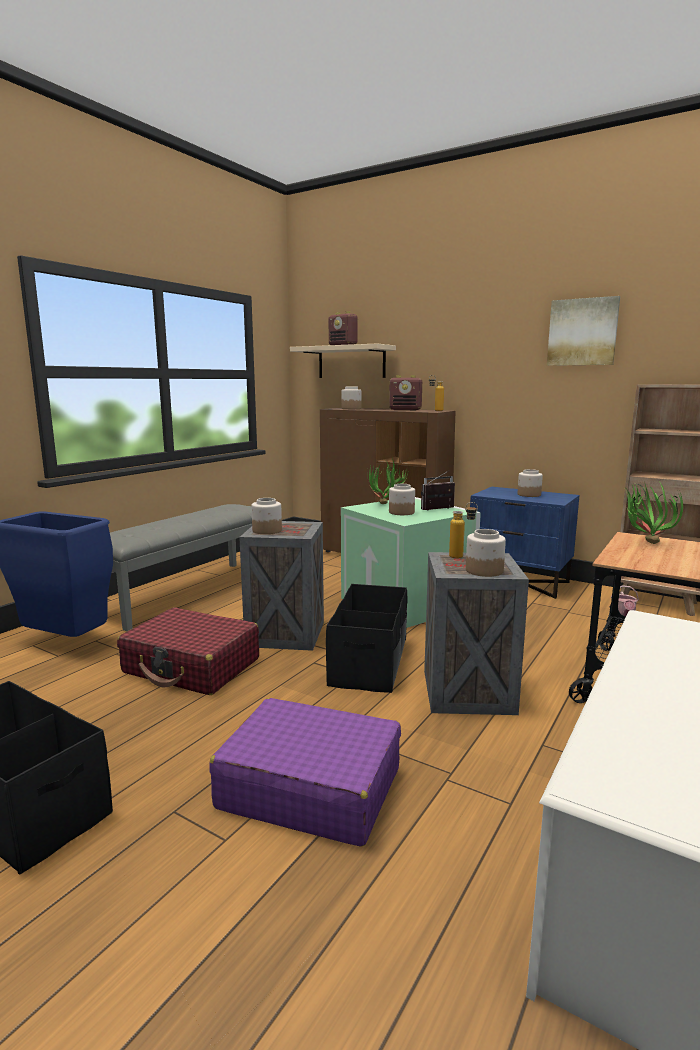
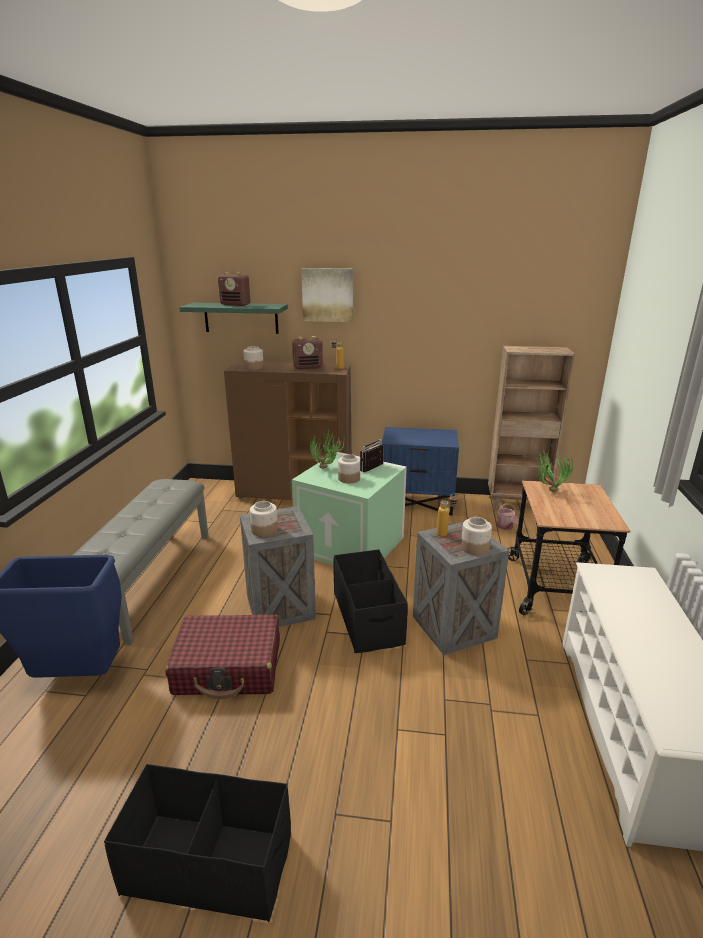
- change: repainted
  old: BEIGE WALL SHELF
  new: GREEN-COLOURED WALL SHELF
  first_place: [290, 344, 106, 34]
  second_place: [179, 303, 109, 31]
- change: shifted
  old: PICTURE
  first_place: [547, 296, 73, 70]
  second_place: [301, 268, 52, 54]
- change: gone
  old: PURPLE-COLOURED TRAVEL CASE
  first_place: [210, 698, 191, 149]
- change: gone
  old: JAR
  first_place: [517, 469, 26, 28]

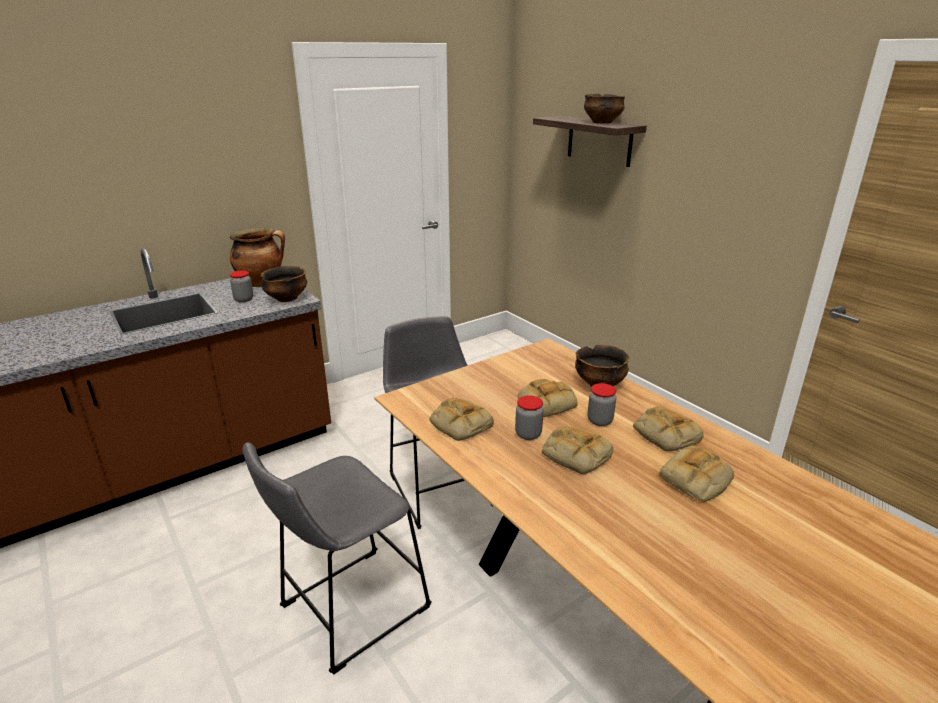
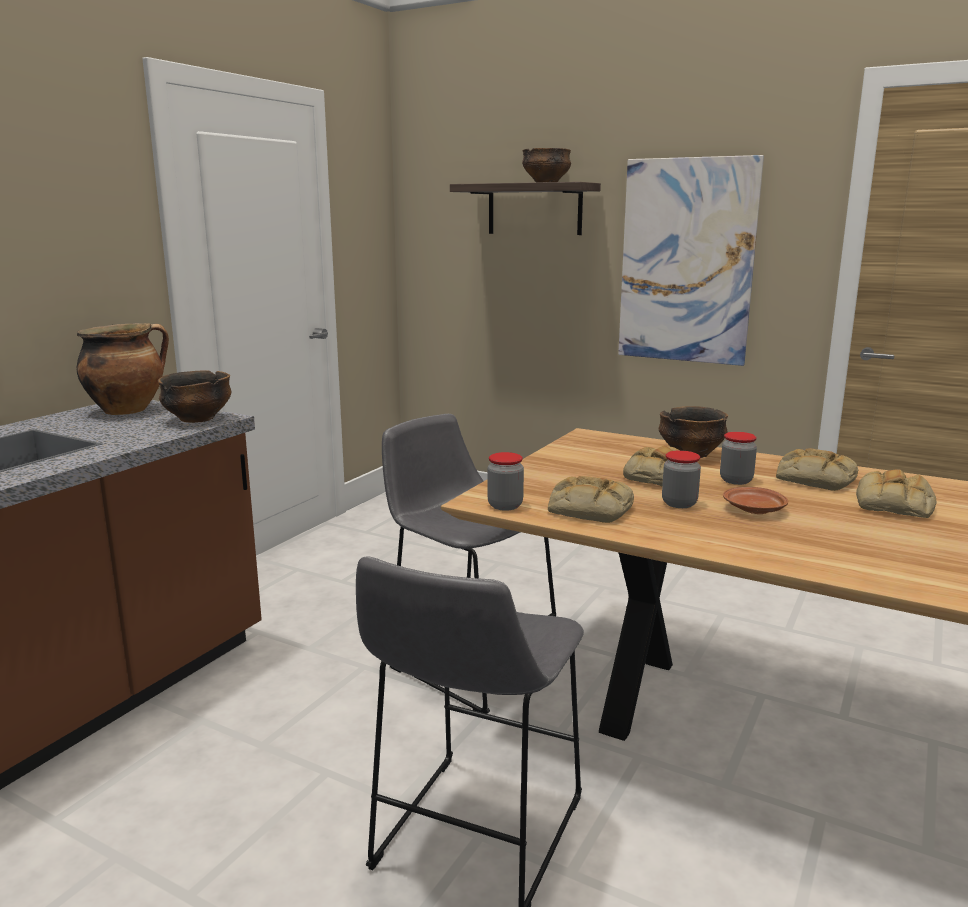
- change: shifted
  old: JAR
  first_place: [230, 270, 23, 32]
  second_place: [487, 452, 37, 59]
- change: new
  new: PICTURE
  second_place: [618, 155, 146, 211]
- change: swapped
  old: BAKED BREAD
  new: BROWN FLAT DISH
  first_place: [542, 426, 71, 48]
  second_place: [723, 487, 65, 27]

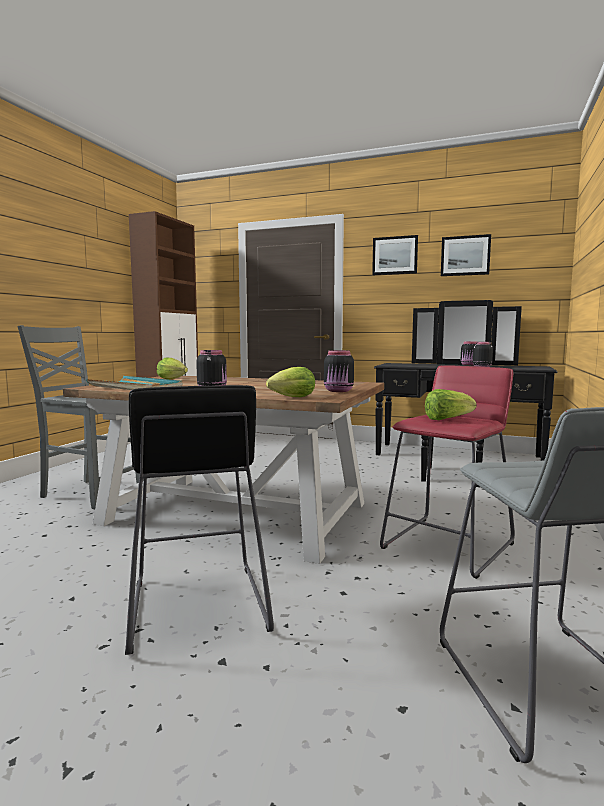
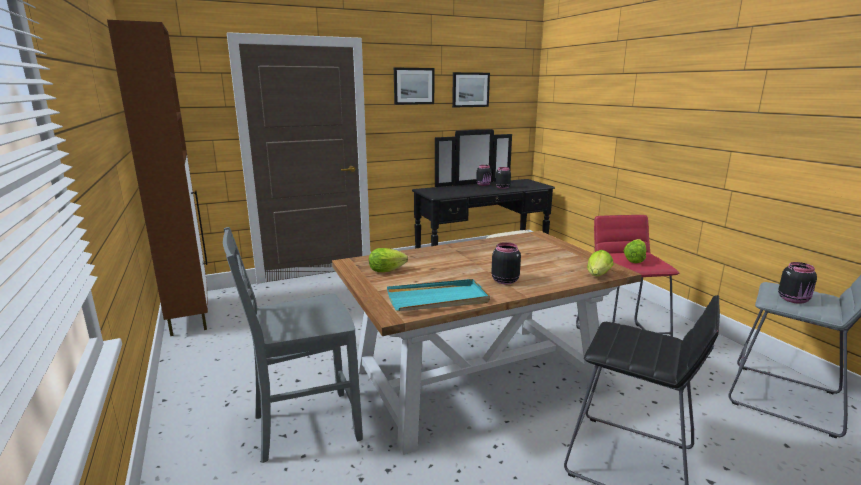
- change: shifted
  old: BLACKISH JAR
  first_place: [324, 350, 30, 42]
  second_place: [778, 262, 39, 42]

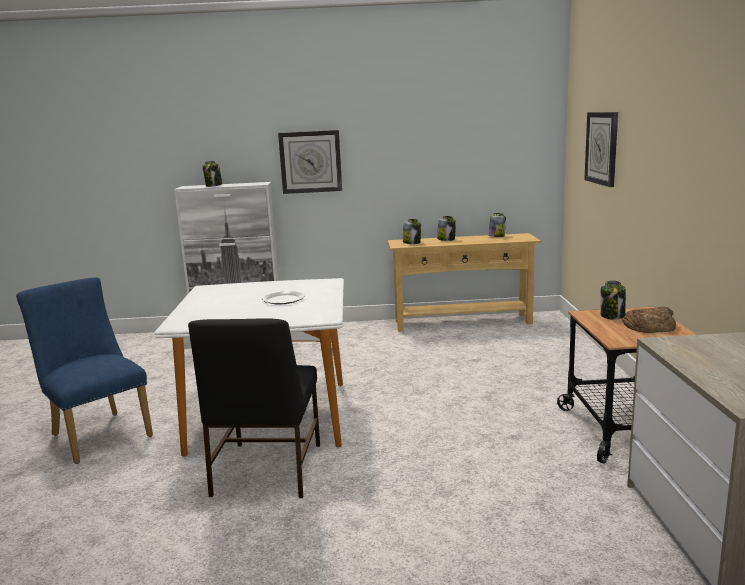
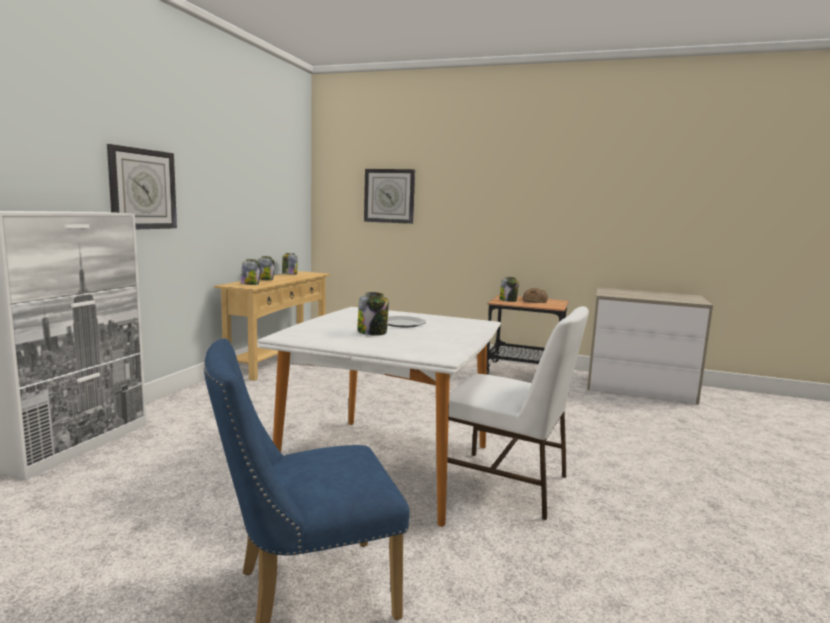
- change: shifted
  old: JAR
  first_place: [203, 161, 19, 26]
  second_place: [357, 292, 32, 44]
- change: repainted
  old: BLACKISH UPRIGHT CHAIR
  new: WHITE-COLOURED UPRIGHT CHAIR
  first_place: [188, 318, 132, 180]
  second_place: [447, 306, 142, 214]

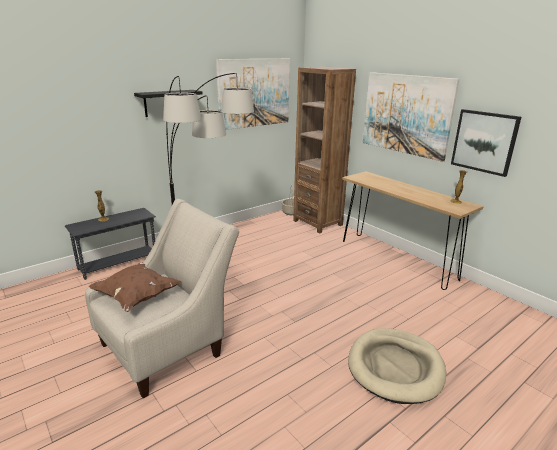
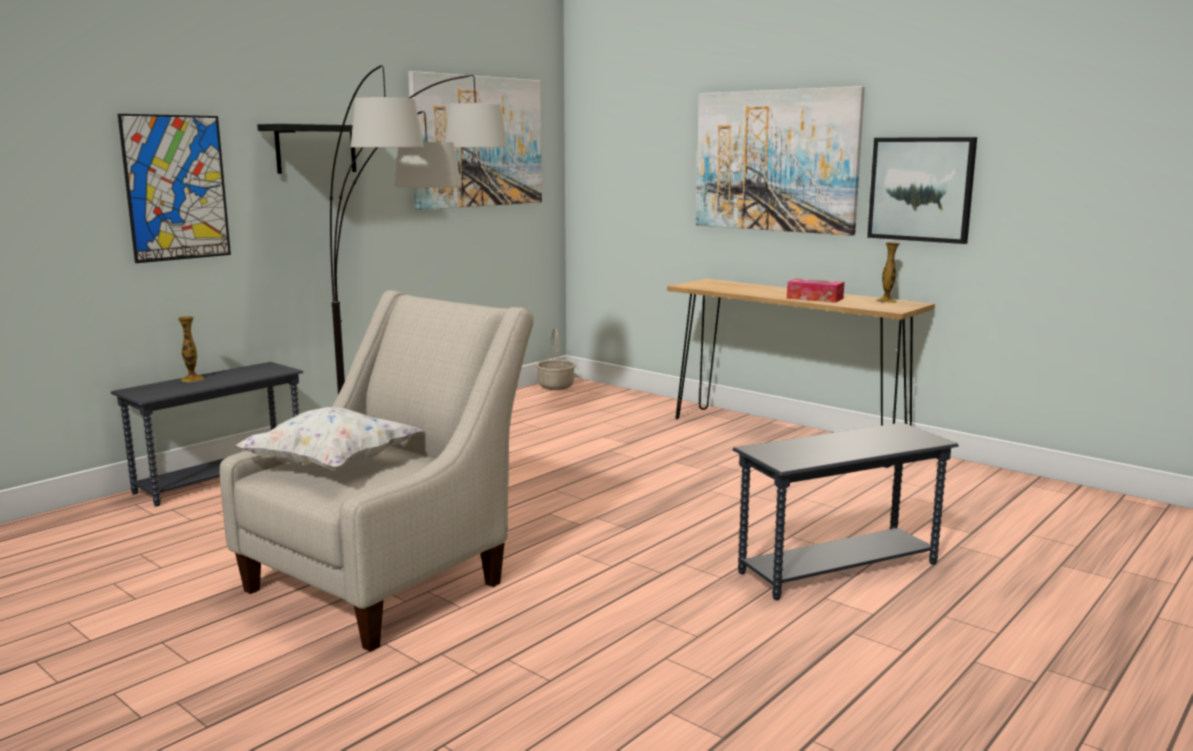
- change: new
  new: PICTURE
  second_place: [118, 114, 113, 149]
- change: repainted
  old: BROWN THROW PILLOW
  new: WHITE-COLOURED THROW PILLOW
  first_place: [89, 262, 92, 50]
  second_place: [236, 407, 186, 64]
- change: swapped
  old: BEIGE DOG CUSHION
  new: GRAY END TABLE
  first_place: [348, 328, 98, 76]
  second_place: [733, 423, 226, 177]
- change: new
  new: BOX OF TISSUES
  second_place: [787, 278, 57, 25]
- change: gone
  old: BROWN BOOKSHELF
  first_place: [293, 67, 63, 167]

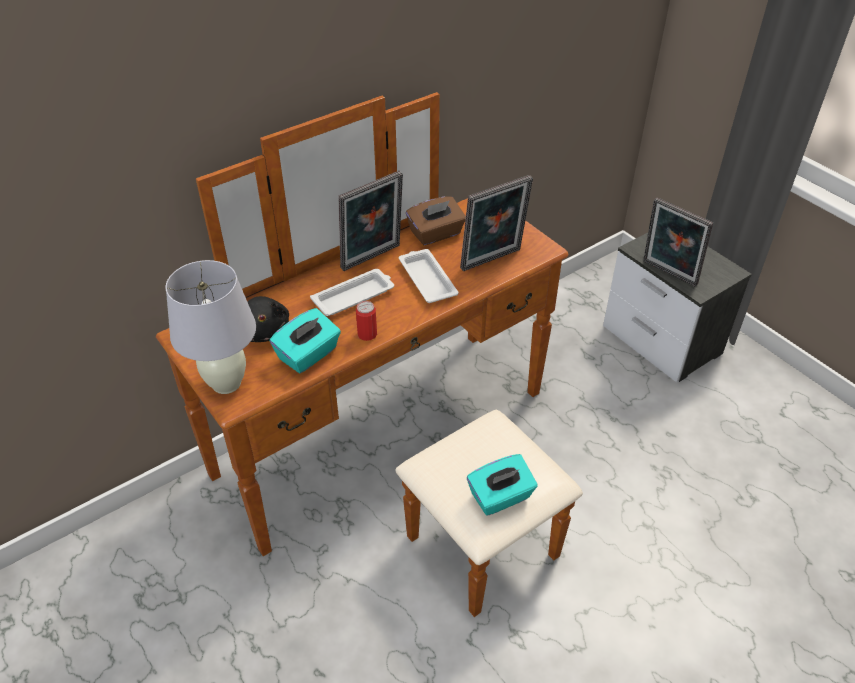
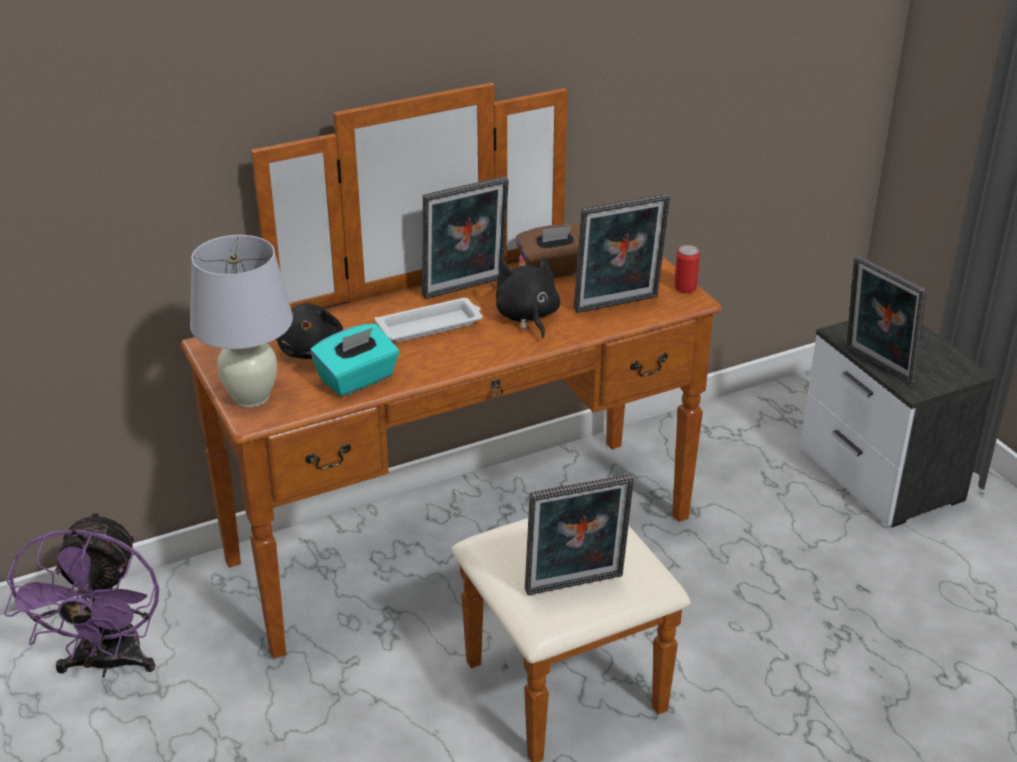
- change: new
  new: PURPLE-COLOURED ELECTRIC FAN
  second_place: [4, 511, 155, 167]
- change: swapped
  old: WHITE-COLOURED CARRYING TRAY
  new: BLACKISH PLUSH TOY
  first_place: [399, 249, 60, 54]
  second_place: [496, 255, 64, 84]
- change: swapped
  old: TURQUOISE-COLOURED BOX OF TISSUES
  new: PICTURE FRAME
  first_place: [467, 454, 71, 62]
  second_place: [525, 474, 109, 121]
- change: shifted
  old: SEALED CAN
  first_place: [356, 301, 21, 40]
  second_place: [674, 245, 26, 48]

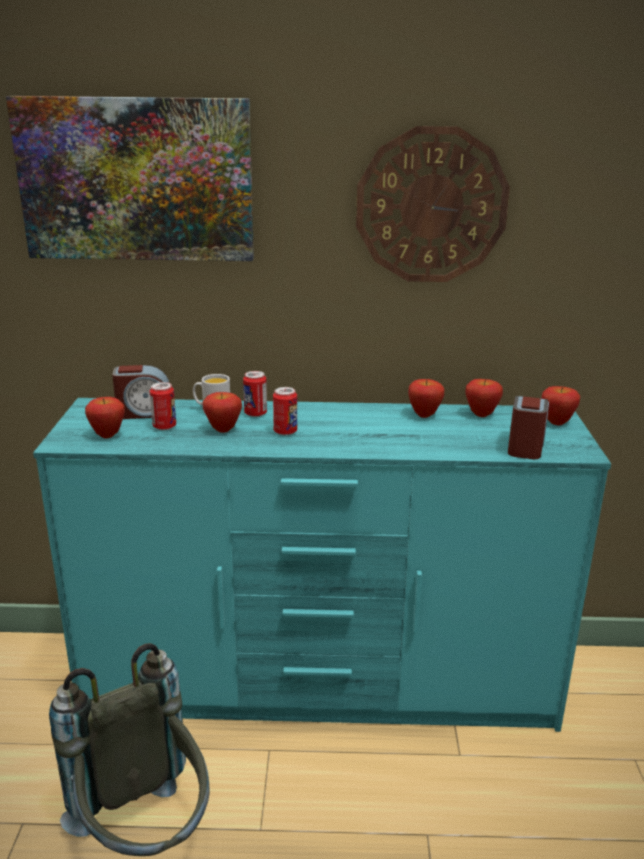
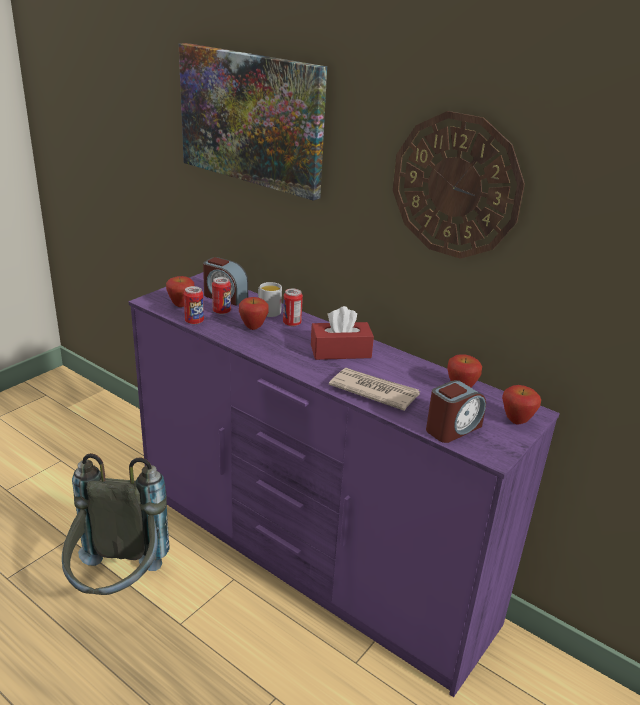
- change: repainted
  old: TURQUOISE-COLOURED DRESSER
  new: PURPLE-COLOURED DRESSER
  first_place: [33, 398, 578, 334]
  second_place: [128, 272, 432, 425]
- change: shifted
  old: SEALED CAN
  first_place: [273, 387, 24, 48]
  second_place: [184, 286, 20, 39]
- change: new
  new: REDDISH BOX OF TISSUES
  second_place: [311, 306, 63, 54]
- change: new
  new: PRINTED PAPER
  second_place: [329, 367, 91, 44]
- change: gone
  old: APPLE FRUIT
  first_place: [408, 379, 36, 39]

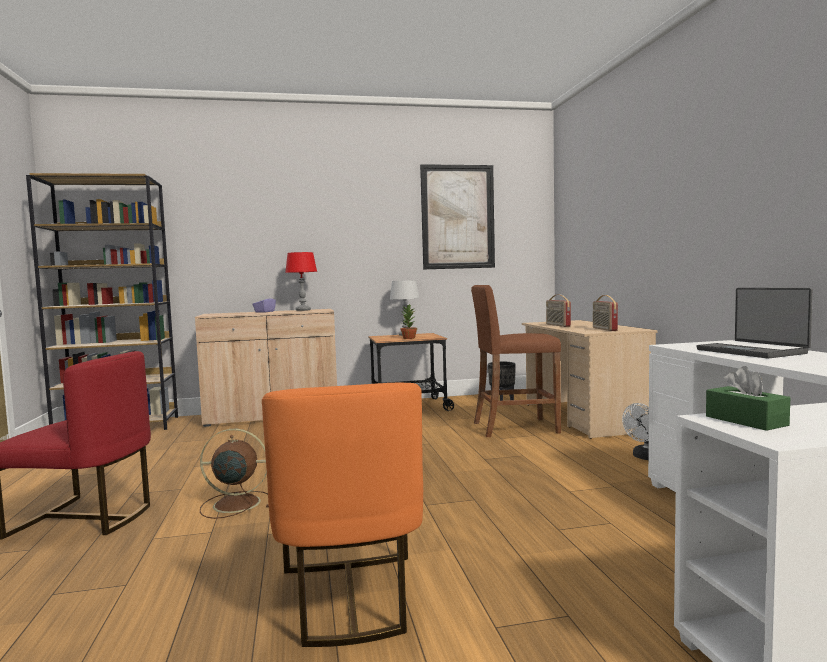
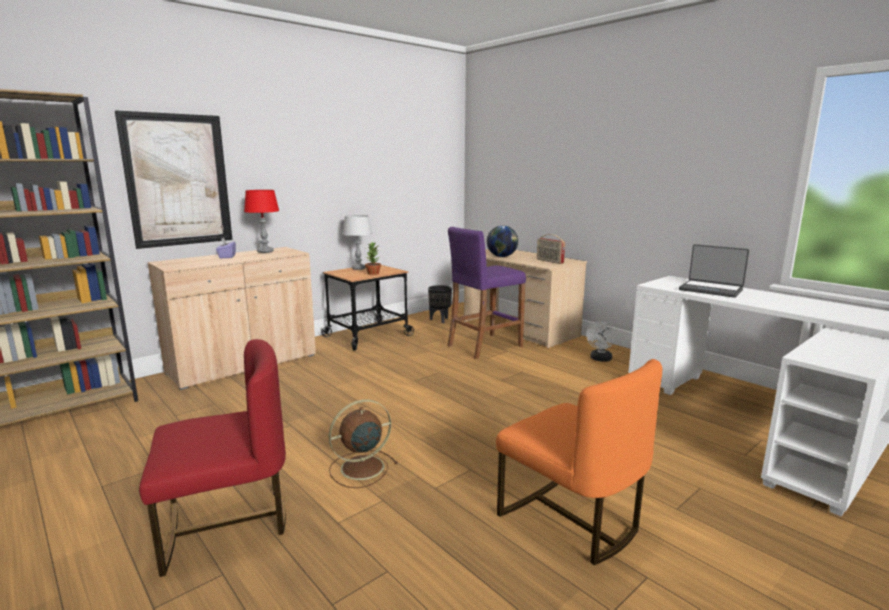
- change: shifted
  old: PICTURE
  first_place: [420, 164, 75, 105]
  second_place: [115, 110, 117, 139]
- change: repainted
  old: BROWN STOOL
  new: PURPLE-COLOURED STOOL
  first_place: [471, 285, 90, 152]
  second_place: [447, 227, 79, 132]
- change: swapped
  old: RADIO SET
  new: GLOBE
  first_place: [546, 294, 25, 33]
  second_place: [487, 226, 31, 31]
- change: gone
  old: GREEN-COLOURED BOX OF TISSUES
  first_place: [706, 366, 84, 65]

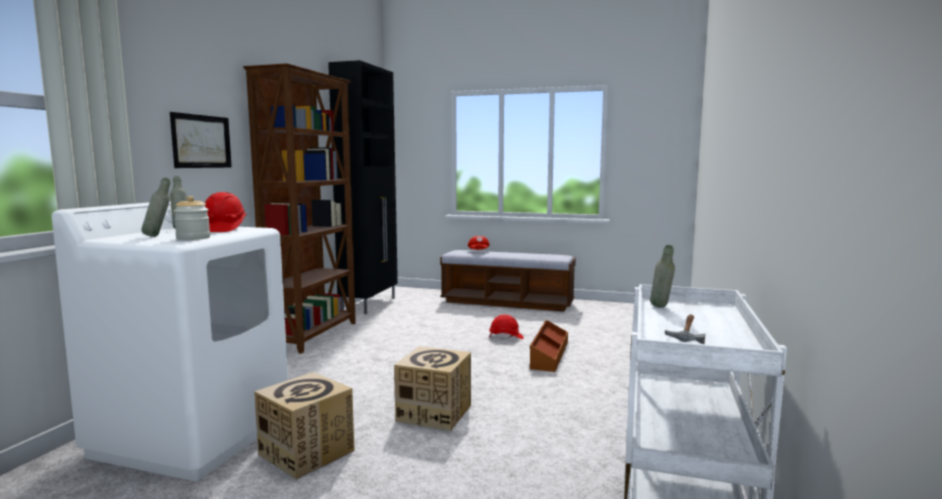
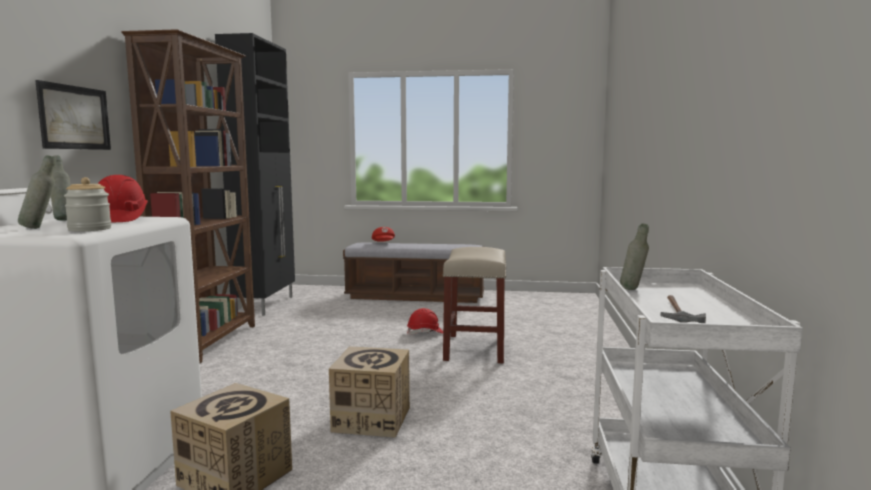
- change: swapped
  old: BROWN STORAGE CONTAINER
  new: BEIGE STOOL
  first_place: [530, 320, 38, 52]
  second_place: [442, 247, 64, 116]

